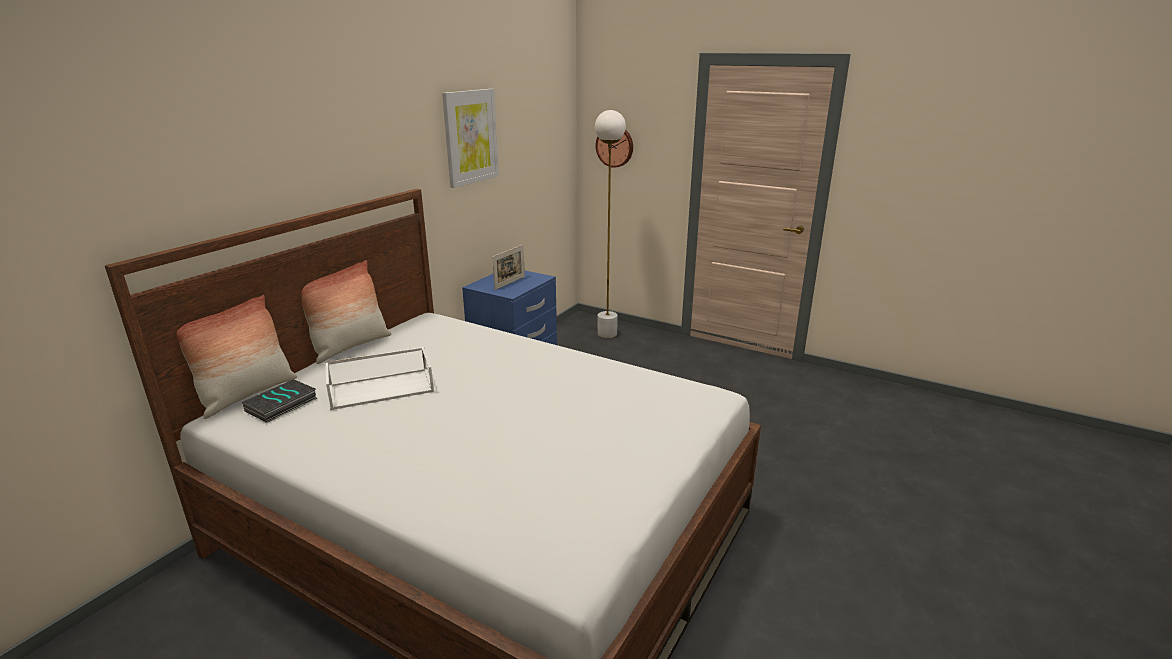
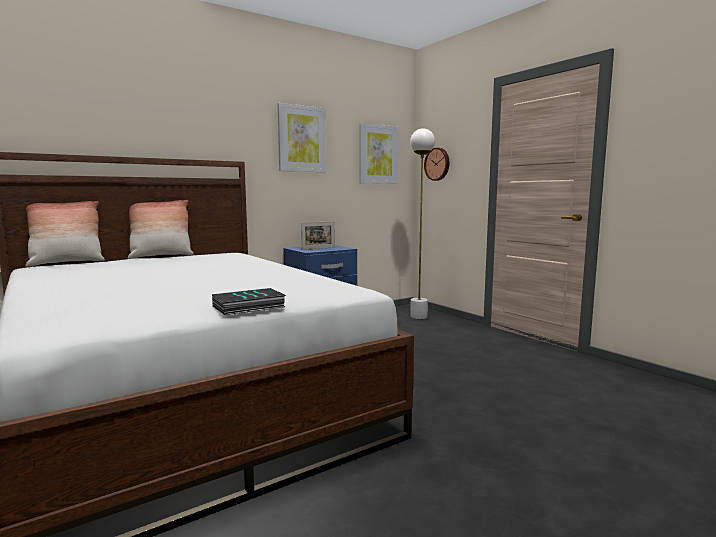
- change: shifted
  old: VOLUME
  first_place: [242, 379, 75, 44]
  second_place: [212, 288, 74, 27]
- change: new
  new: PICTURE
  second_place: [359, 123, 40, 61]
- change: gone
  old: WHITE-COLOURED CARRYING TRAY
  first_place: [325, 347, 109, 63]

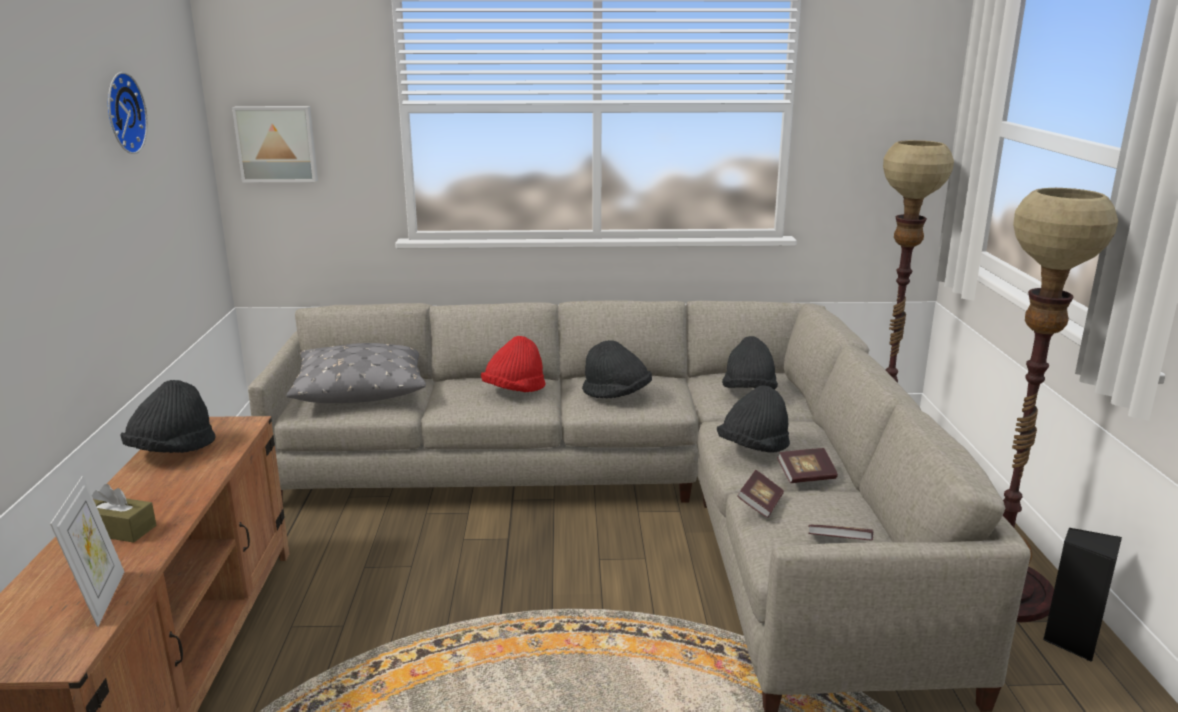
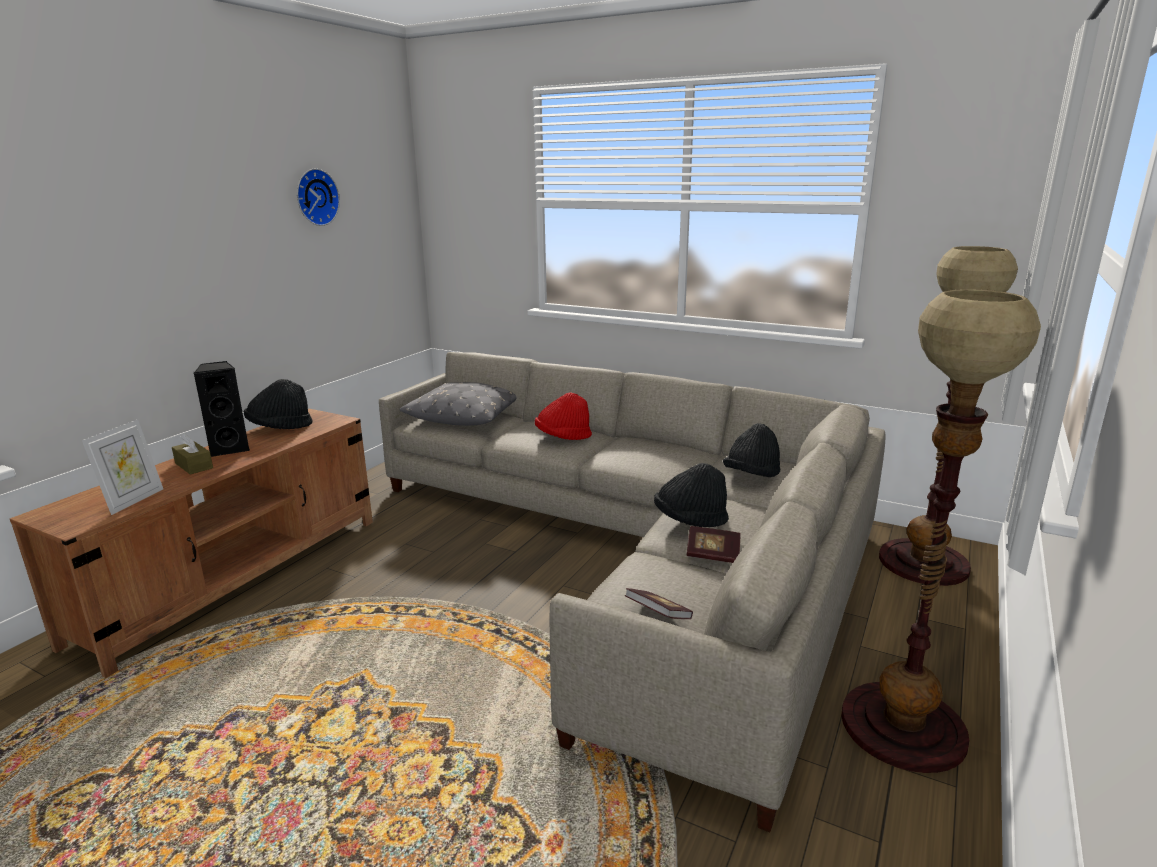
- change: shifted
  old: BLACKISH LOUDSPEAKER
  first_place: [1043, 528, 79, 134]
  second_place: [194, 361, 56, 96]
- change: gone
  old: PICTURE
  first_place: [232, 106, 86, 76]
- change: gone
  old: BLACKISH WEARABLE HAT
  first_place: [582, 340, 70, 58]
- change: gone
  old: VOLUME
  first_place: [737, 470, 47, 48]

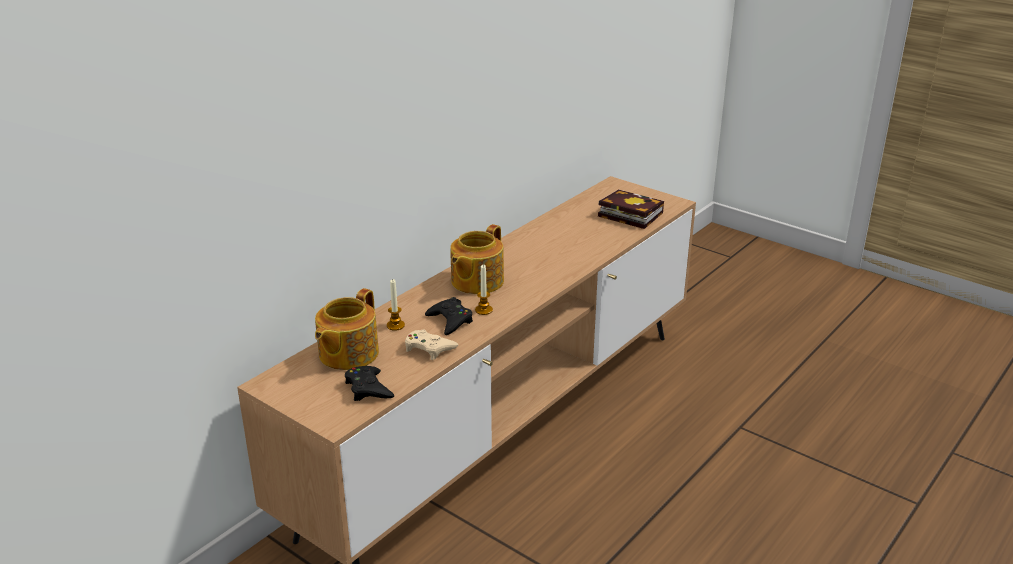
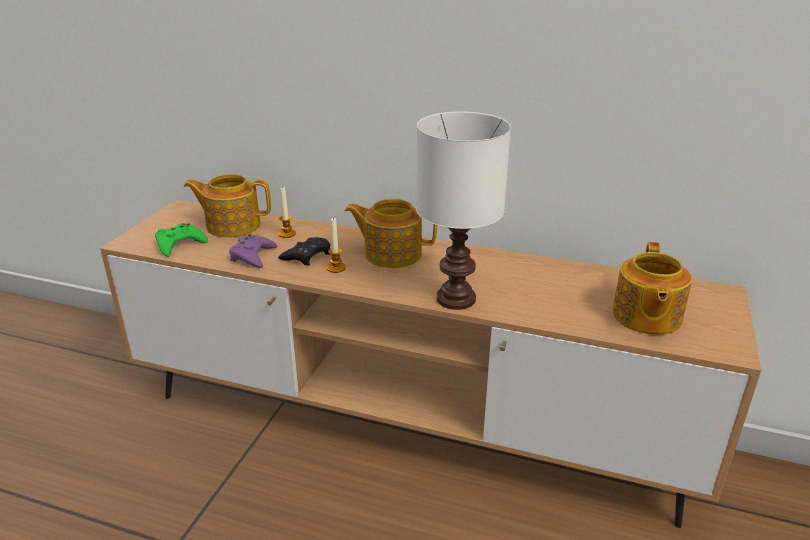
- change: repainted
  old: BLACKISH GAMEPAD
  new: GREEN-COLOURED GAMEPAD
  first_place: [345, 366, 49, 35]
  second_place: [155, 223, 53, 34]
- change: repainted
  old: BEIGE GAMEPAD
  new: PURPLE-COLOURED GAMEPAD
  first_place: [405, 330, 53, 30]
  second_place: [229, 234, 48, 34]
- change: new
  new: WHITE-COLOURED TABLETOP LAMP
  second_place: [416, 112, 95, 198]
- change: swapped
  old: VOLUME
  new: TEAPOT
  first_place: [598, 189, 66, 40]
  second_place: [612, 242, 80, 93]

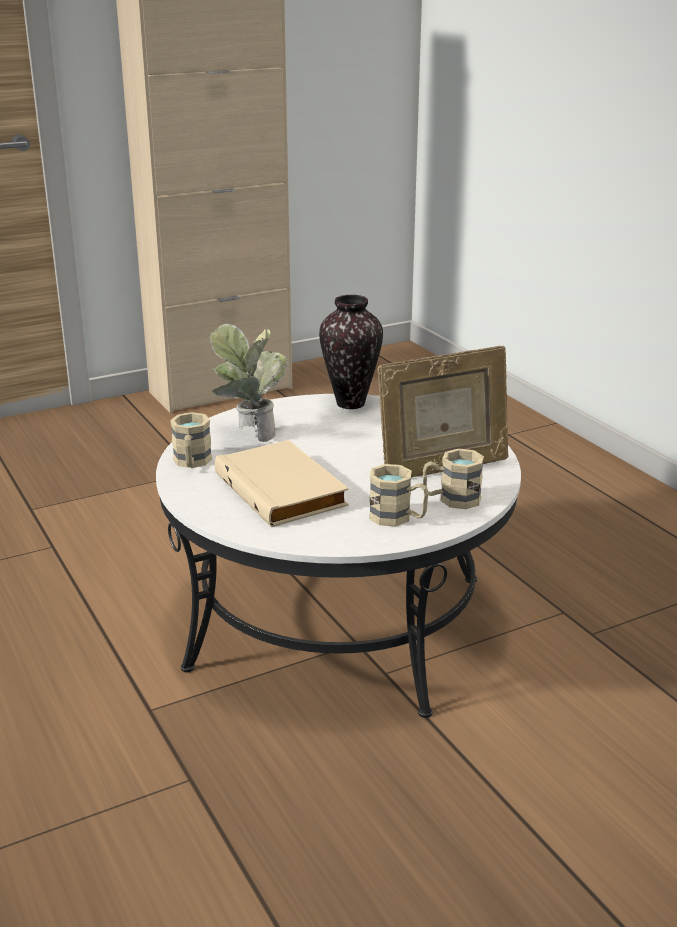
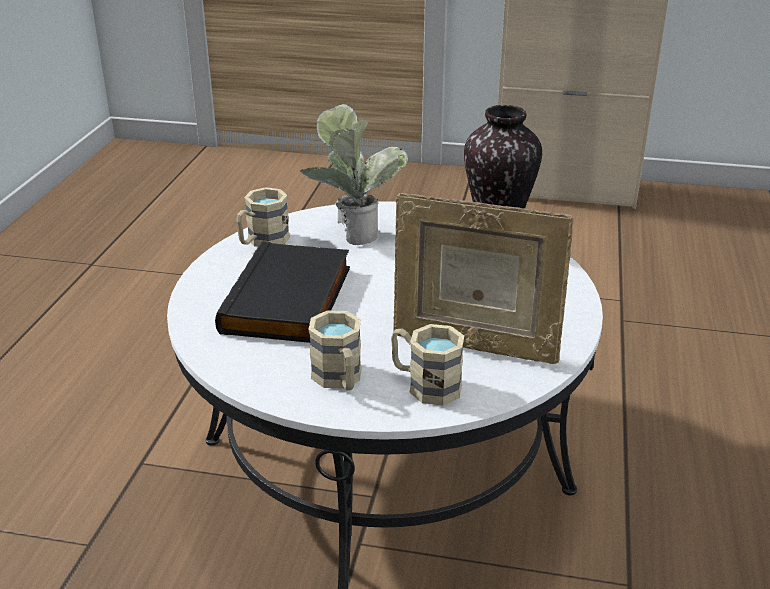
- change: repainted
  old: BEIGE VOLUME
  new: BLACKISH VOLUME
  first_place: [215, 440, 134, 87]
  second_place: [215, 241, 135, 102]

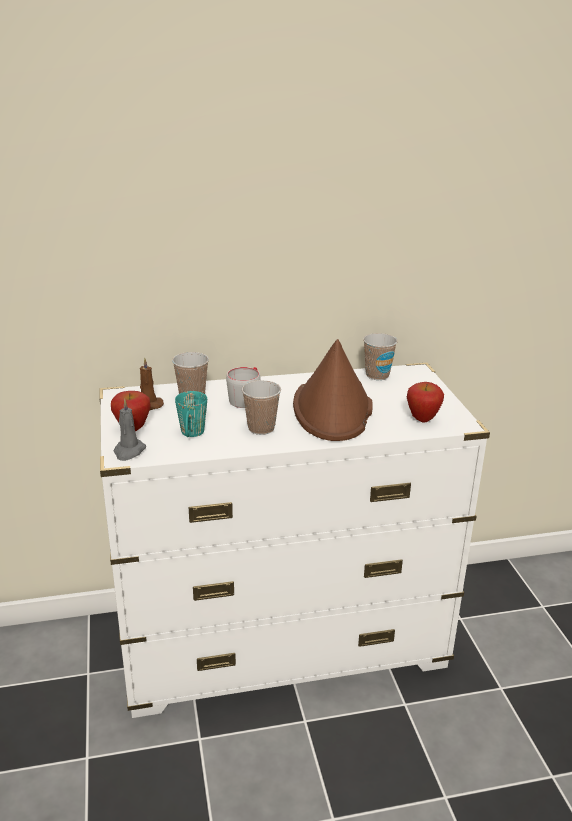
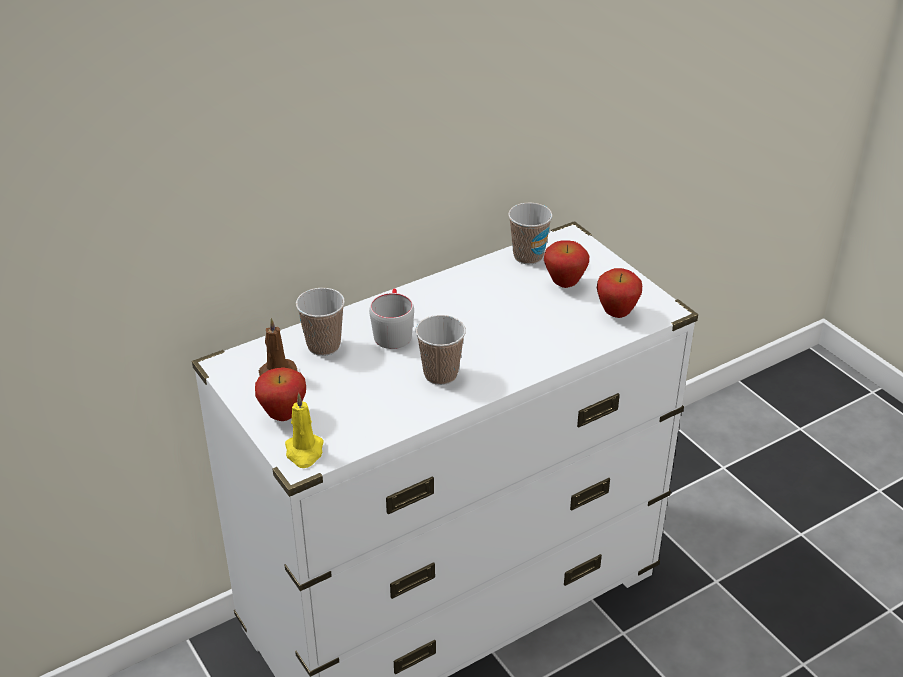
- change: repainted
  old: GRAY CANDLE
  new: YELLOW CANDLE
  first_place: [113, 399, 33, 62]
  second_place: [285, 393, 39, 75]
- change: new
  new: APPLE FRUIT
  second_place: [544, 240, 45, 48]
- change: gone
  old: TURQUOISE-COLOURED MUG
  first_place: [175, 391, 32, 46]
- change: gone
  old: BROWN WEARABLE HAT
  first_place: [293, 339, 80, 102]

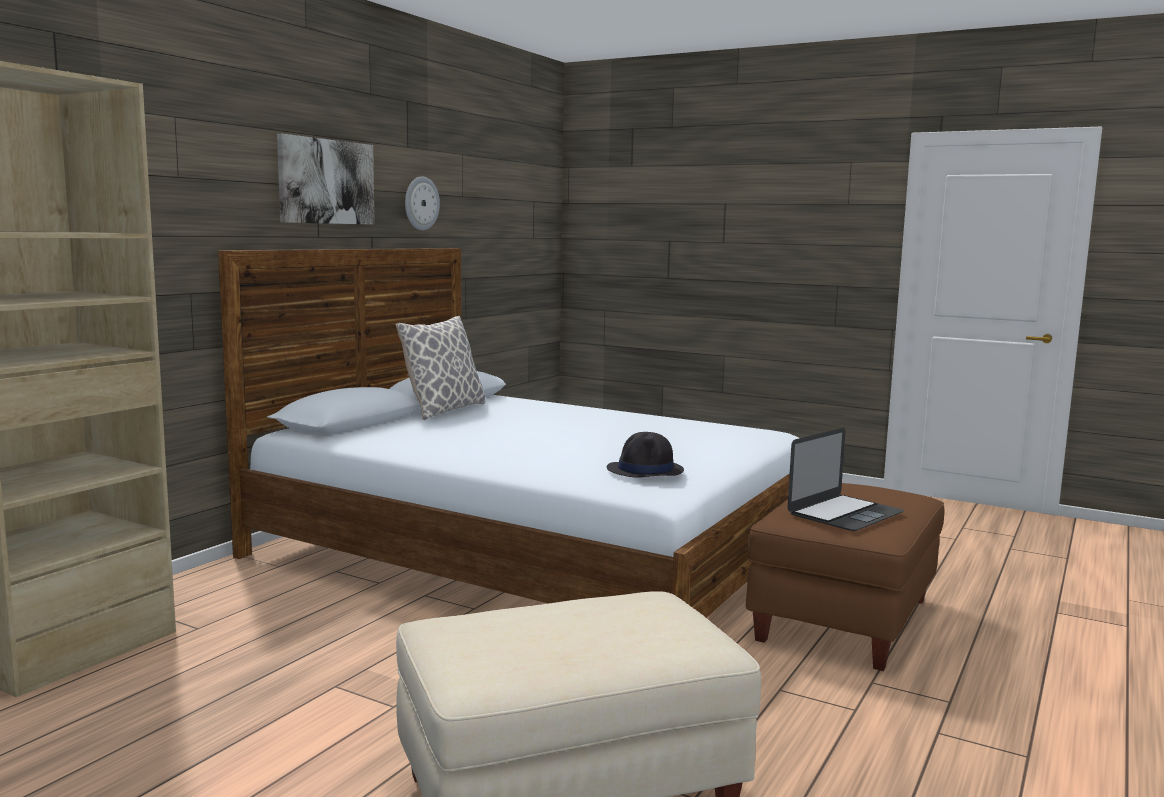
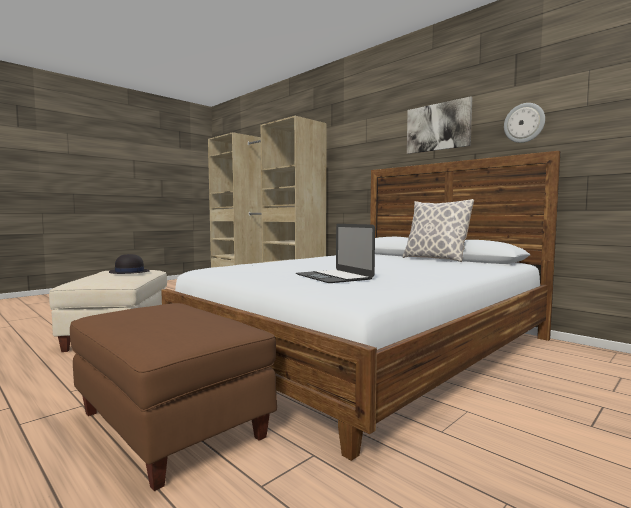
- change: shifted
  old: BLACKISH WEARABLE HAT
  first_place: [607, 432, 77, 45]
  second_place: [109, 254, 41, 20]
- change: shifted
  old: PORTABLE COMPUTER
  first_place: [788, 428, 116, 103]
  second_place: [296, 224, 79, 59]

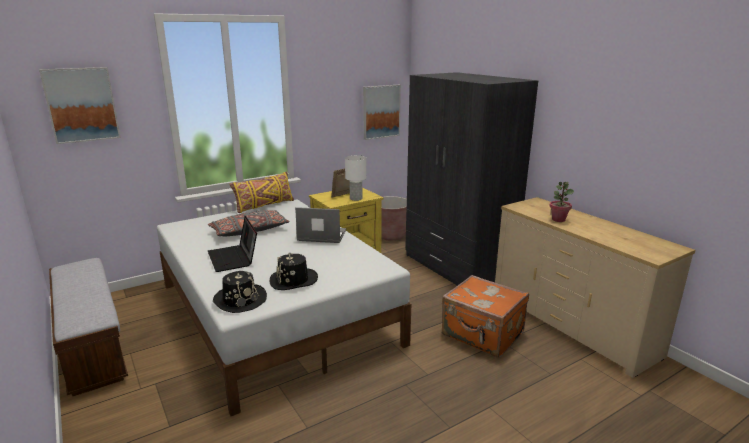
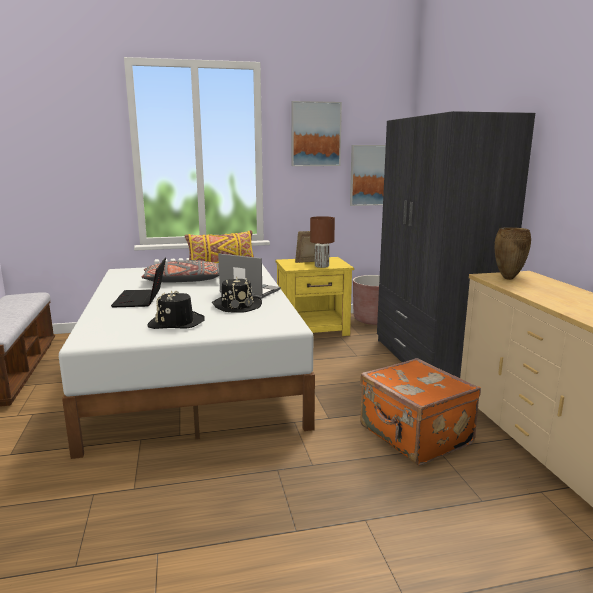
- change: shifted
  old: BLACKISH WEARABLE HAT
  first_place: [213, 271, 54, 42]
  second_place: [212, 277, 50, 36]
- change: shifted
  old: PICTURE
  first_place: [39, 67, 82, 77]
  second_place: [291, 101, 51, 65]
- change: repainted
  old: WHITE-COLOURED TABLETOP LAMP
  new: BROWN TABLETOP LAMP
  first_place: [345, 155, 21, 46]
  second_place: [310, 216, 25, 52]
- change: new
  new: BROWN VASE
  second_place: [494, 227, 37, 53]
- change: gone
  old: HOUSEPLANT
  first_place: [549, 182, 25, 40]

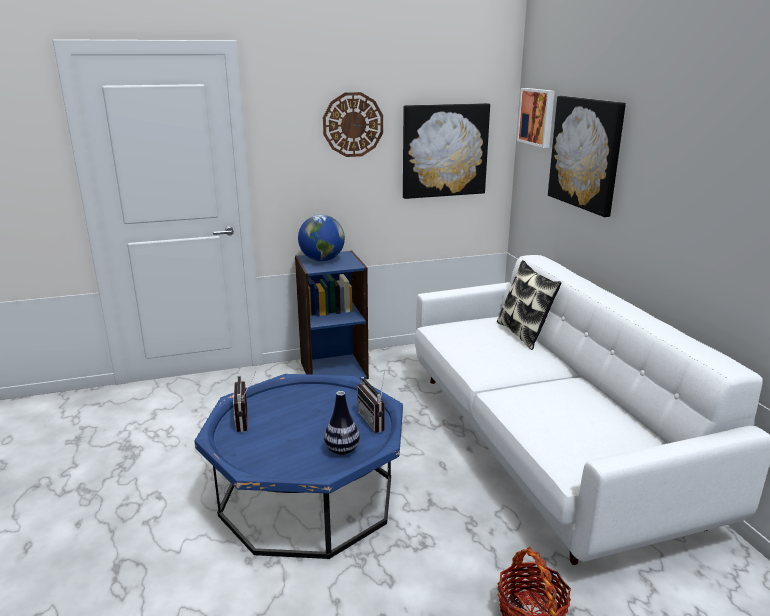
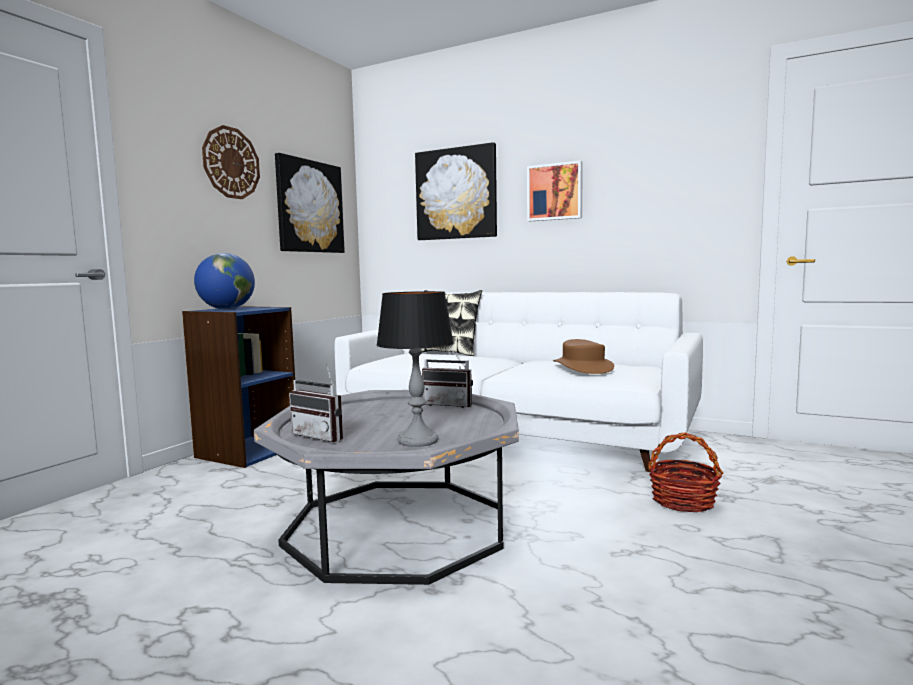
- change: repainted
  old: BLUISH LOW TABLE
  new: GRAY LOW TABLE
  first_place: [195, 374, 208, 185]
  second_place: [254, 390, 265, 195]
- change: new
  new: TABLETOP LAMP
  second_place: [376, 291, 78, 156]
- change: shifted
  old: PICTURE
  first_place: [517, 88, 38, 60]
  second_place: [527, 160, 56, 61]
- change: new
  new: BROWN WEARABLE HAT
  second_place: [553, 339, 61, 35]
- change: gone
  old: VASE
  first_place: [324, 391, 36, 64]

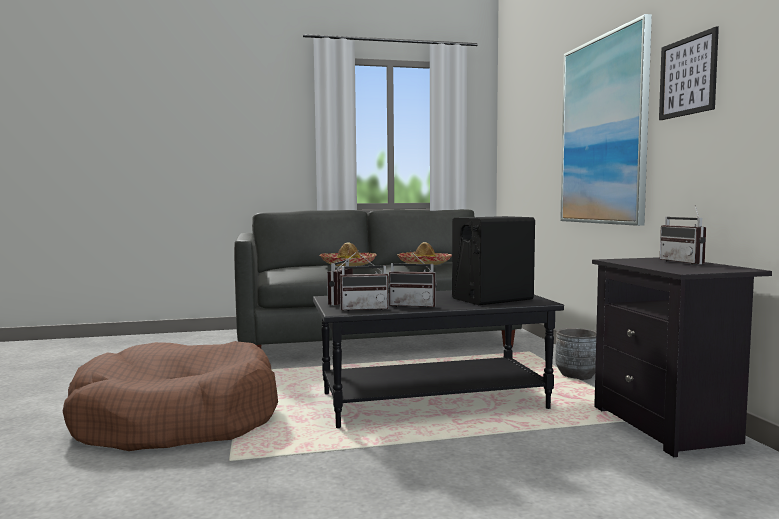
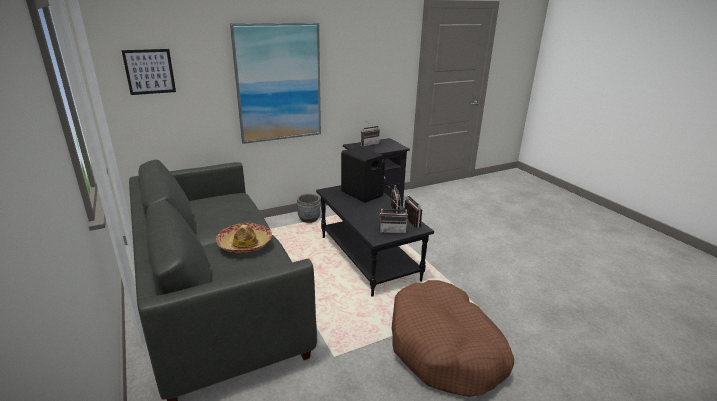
- change: shifted
  old: PICTURE
  first_place: [659, 26, 60, 94]
  second_place: [121, 49, 55, 46]
- change: gone
  old: WEARABLE HAT
  first_place: [397, 242, 55, 23]

